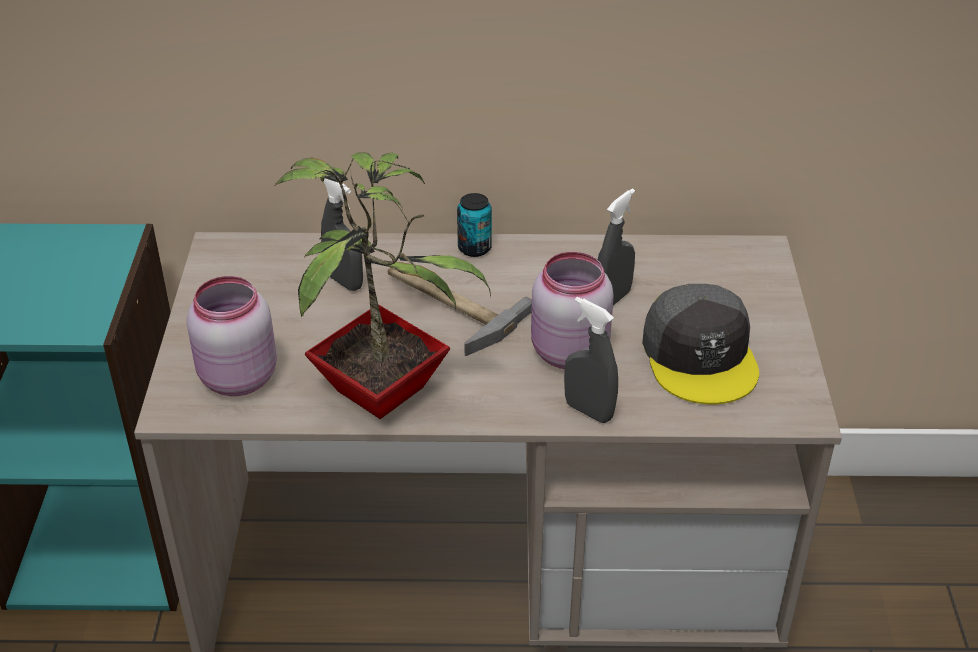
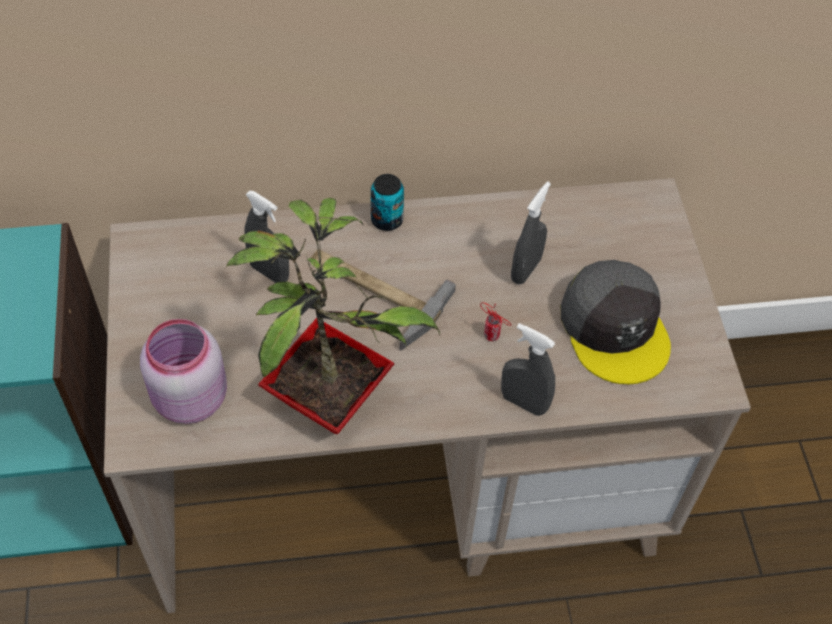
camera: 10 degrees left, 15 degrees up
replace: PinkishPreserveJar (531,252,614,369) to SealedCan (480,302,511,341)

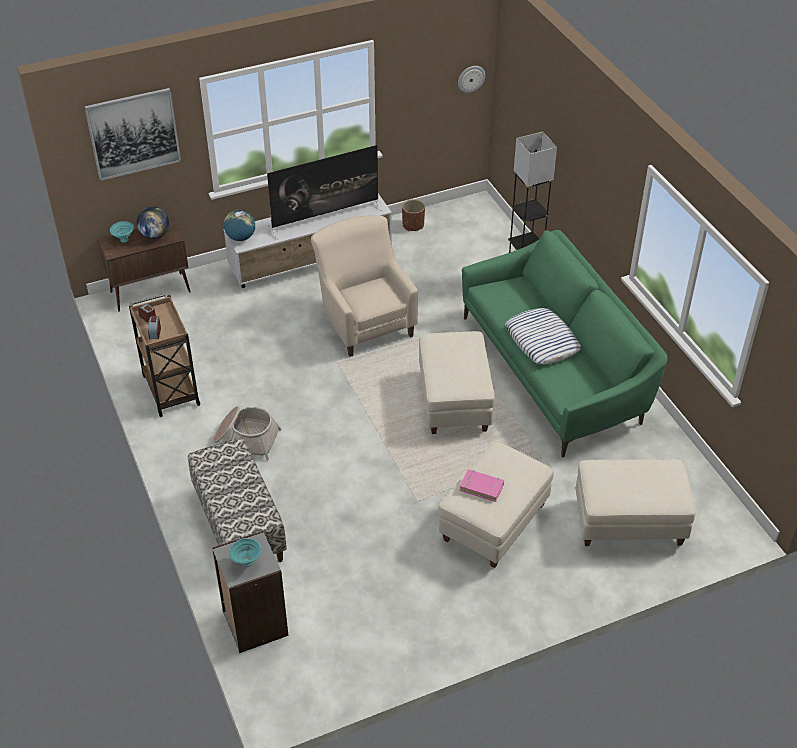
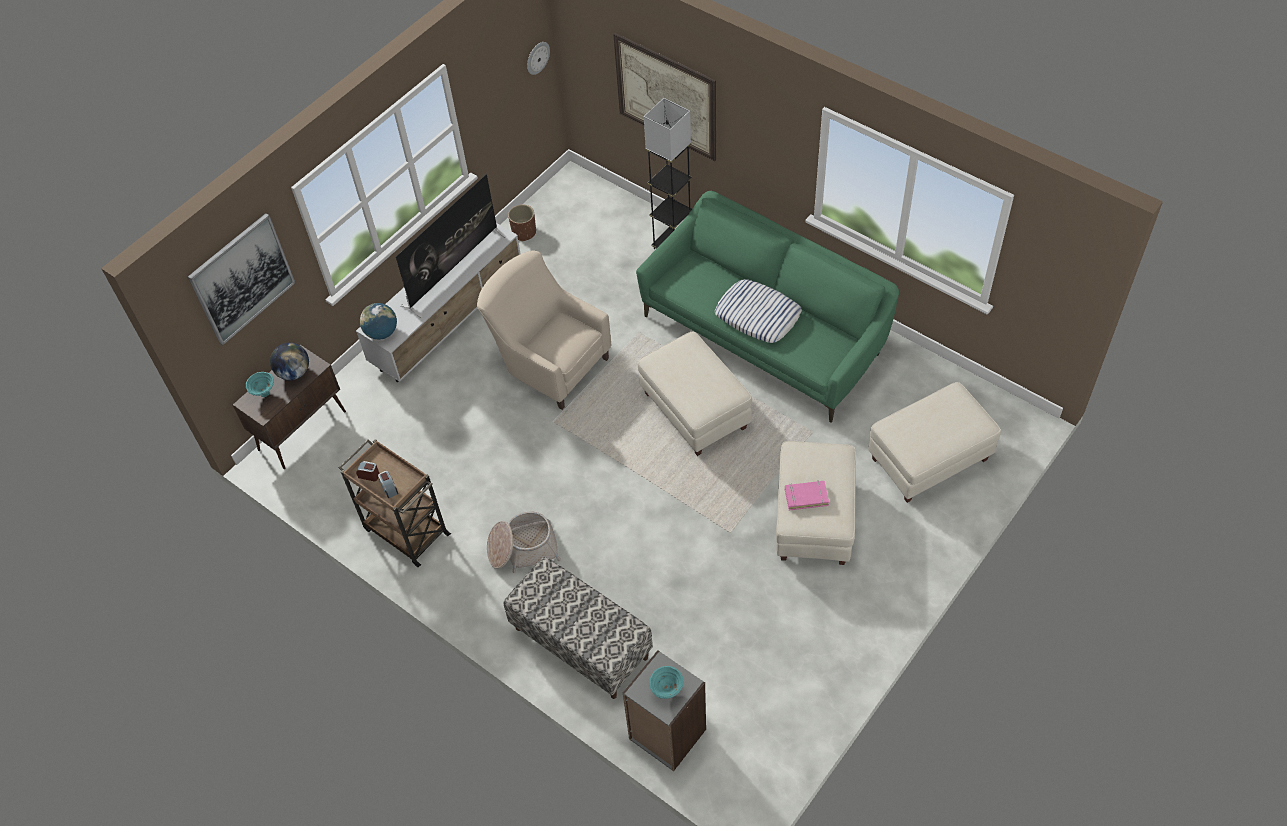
camera: 25 degrees left, 10 degrees up
insert: WallPicture (613,33,716,162)

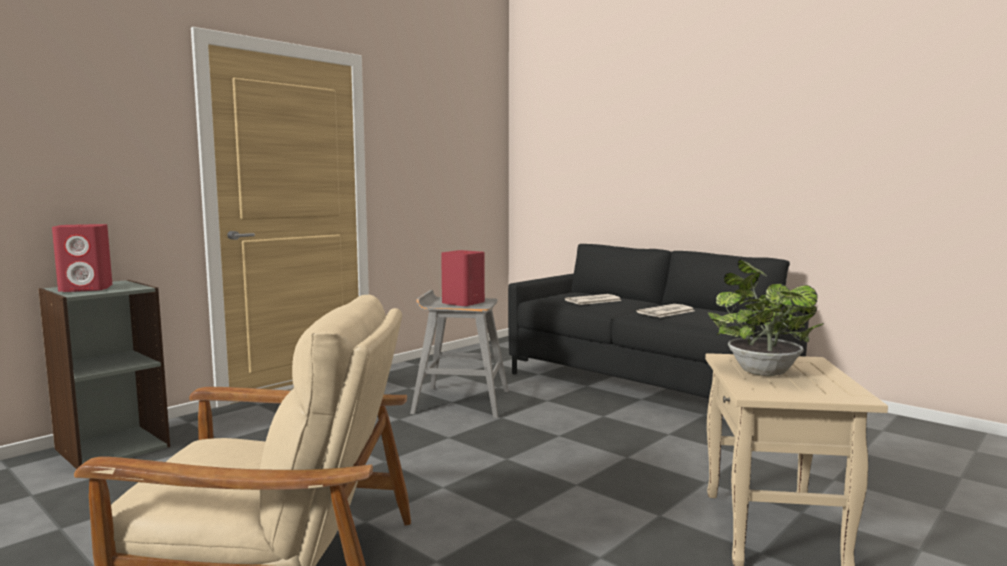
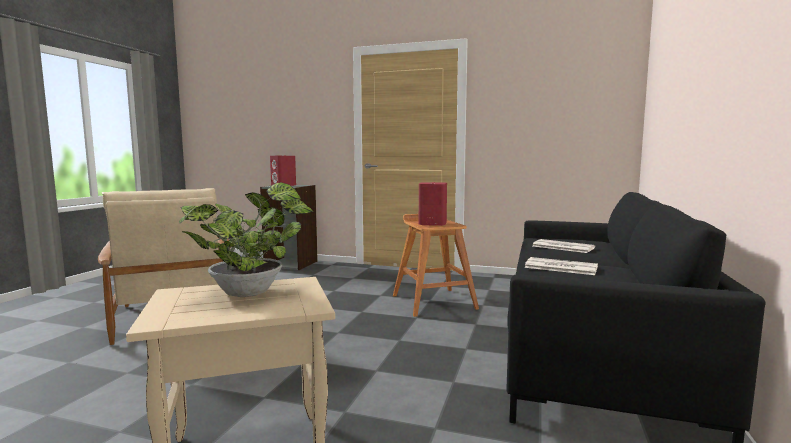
camera: 65 degrees right, 0 degrees up
recolor: GraySittingStool (410,290,509,418) to BrownColouredSittingStool (393,214,479,317)

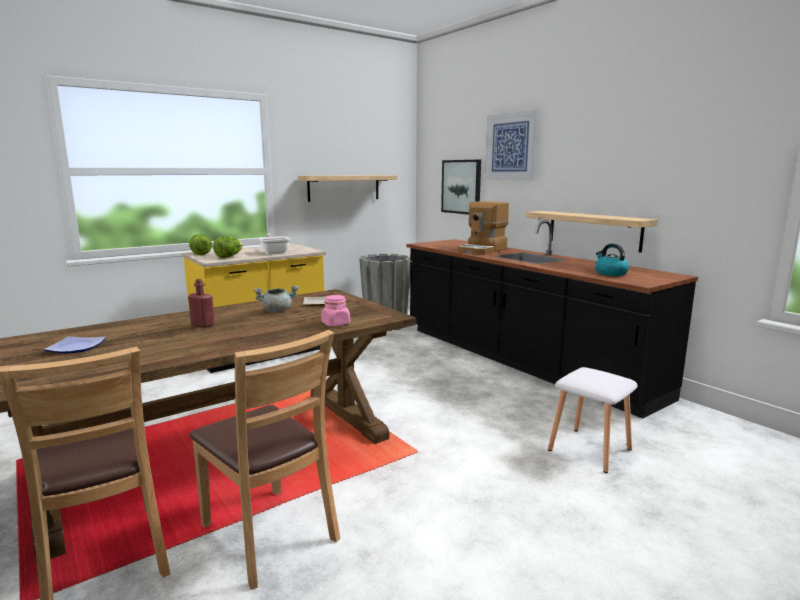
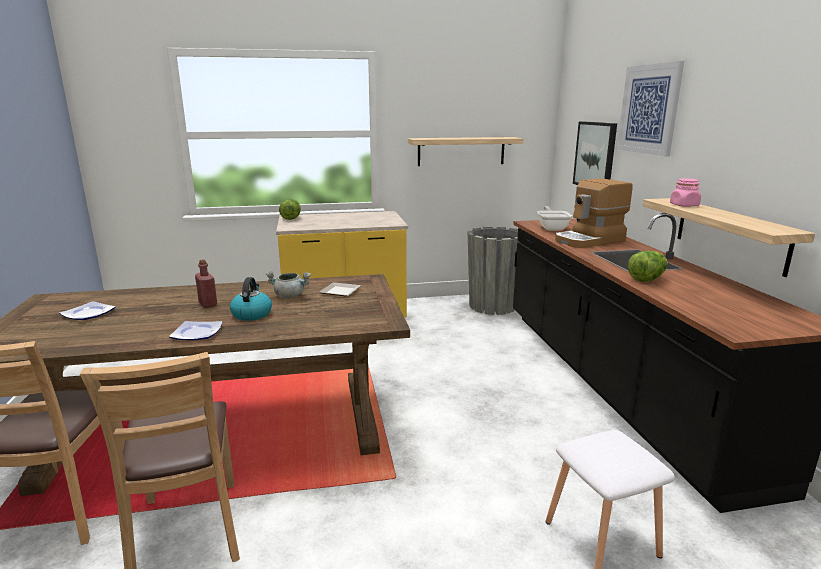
camera: 25 degrees right, 5 degrees up
insert: FlatDish (169,321,223,341)
move: HeadOfLettuce (213,236,243,258) to (628,251,668,282); FryingPan (258,234,291,254) to (537,206,572,230); PinkishPreserveJar (321,295,350,326) to (670,178,701,207); TeaKettle (595,244,629,276) to (230,277,272,321)

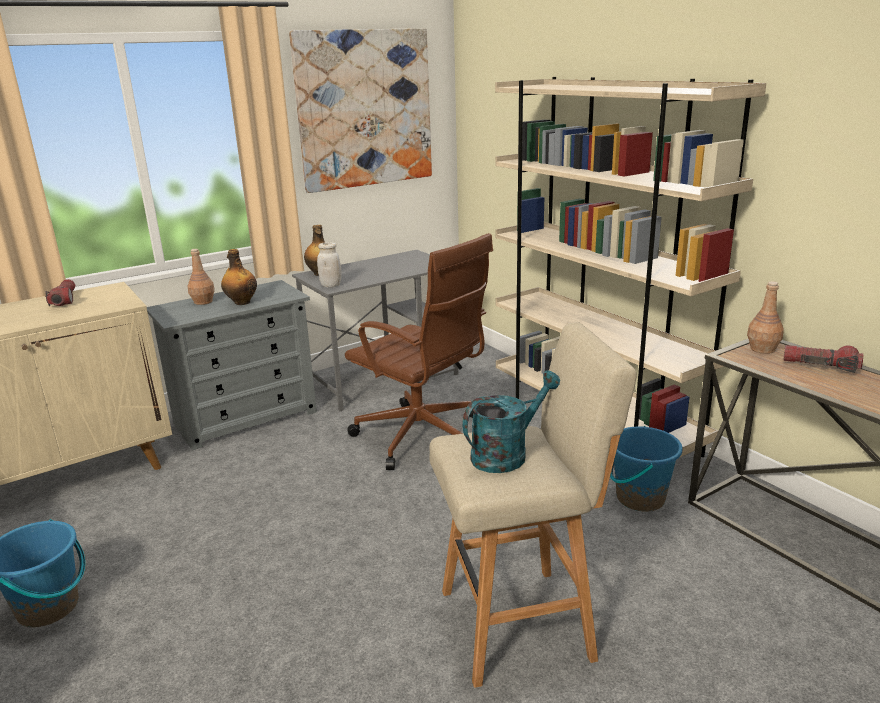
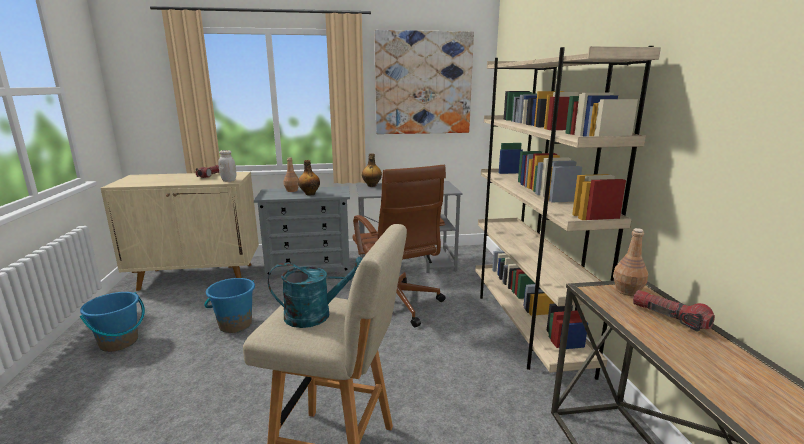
camera: 25 degrees right, 5 degrees down
move: WhitePreserveJar (317,242,342,287) to (218,150,236,182); BlueColouredWaterBucket (610,426,683,512) to (204,278,255,333)

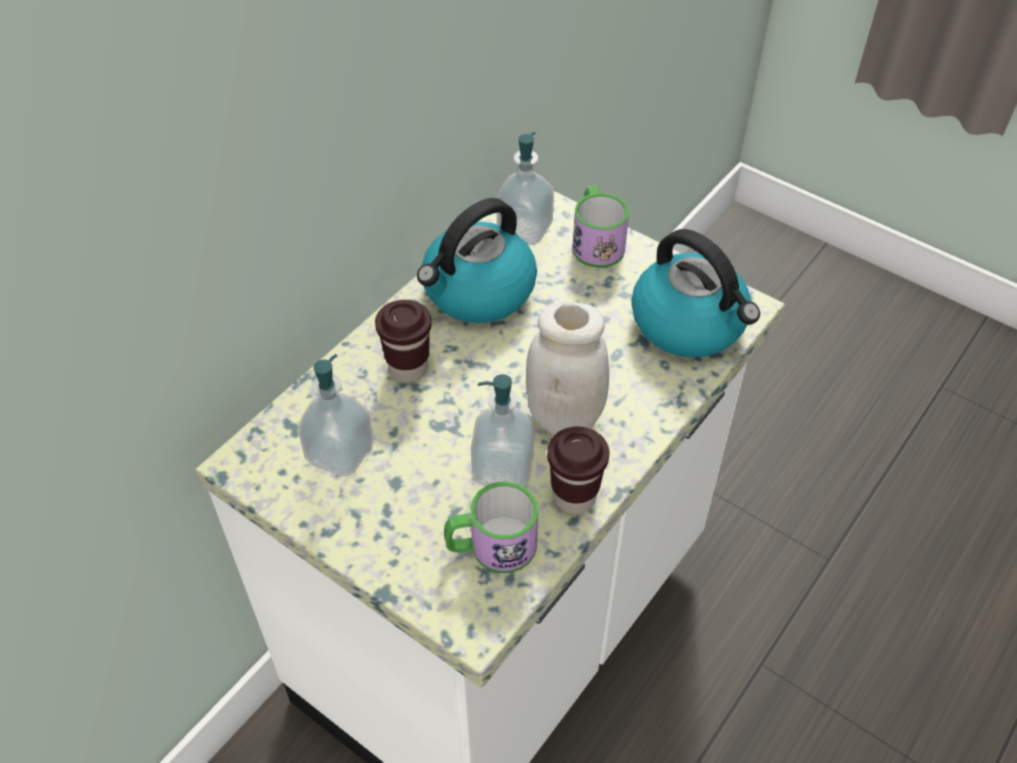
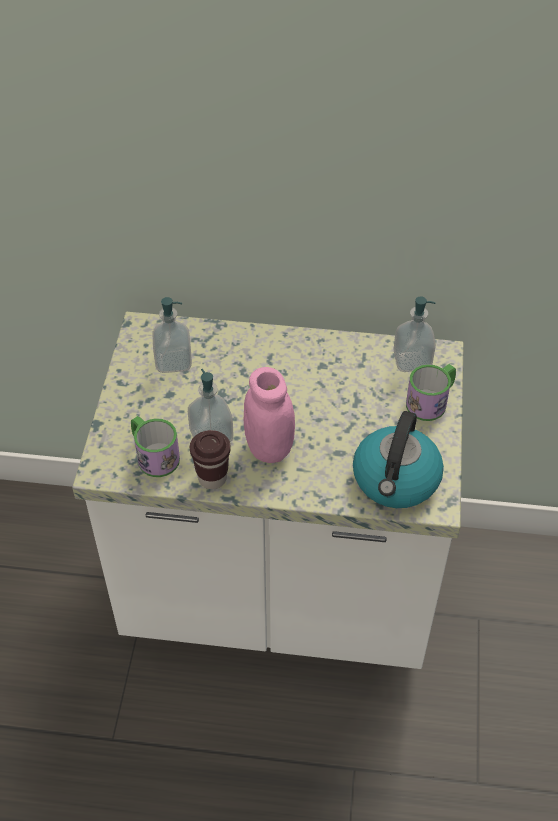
camera: 60 degrees right, 0 degrees up
delete: BrownColouredDrinkingCup (375,300,432,382); TeaKettle (417,198,537,323)
recolor: WhitePreserveJar (526,301,609,435) to PinkishPreserveJar (244,367,295,463)

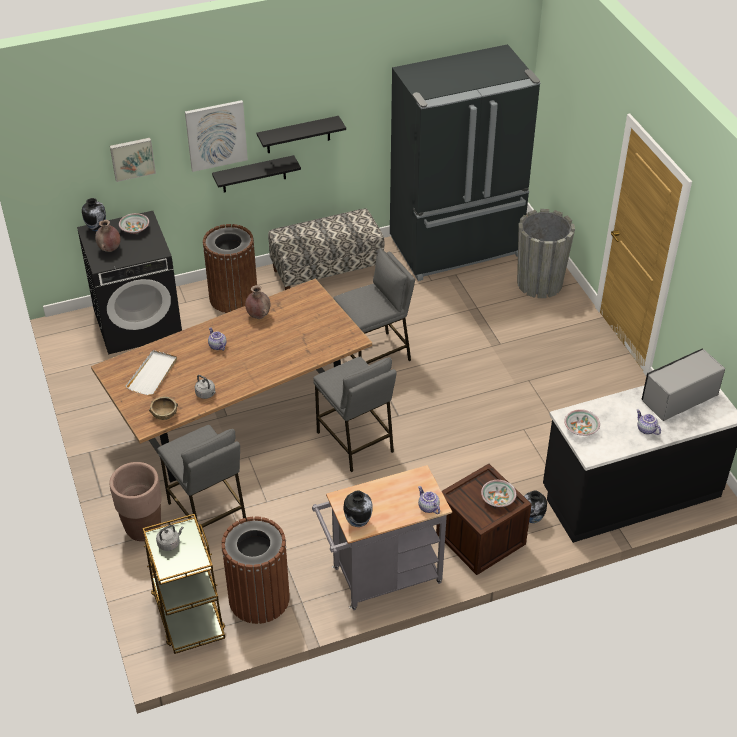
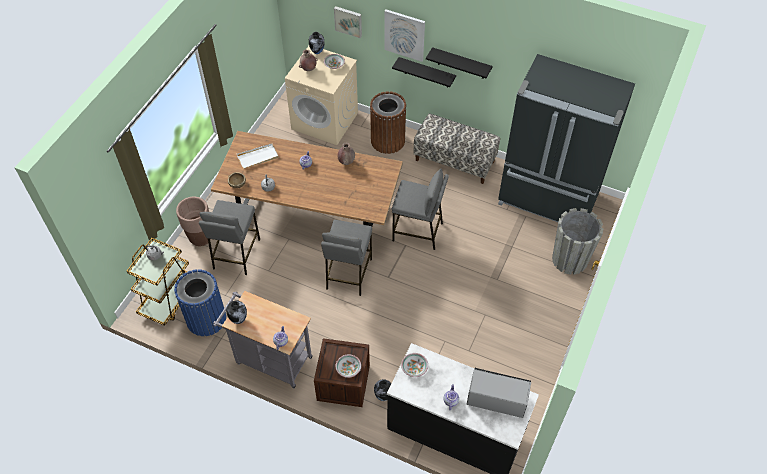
camera: 45 degrees right, 10 degrees up
recolor: BlackWashingMachine (77,211,182,355) to BeigeWashingMachine (285,46,358,145); BrownColouredRubbishBin (221,516,290,624) to BlueColouredRubbishBin (174,269,226,336)

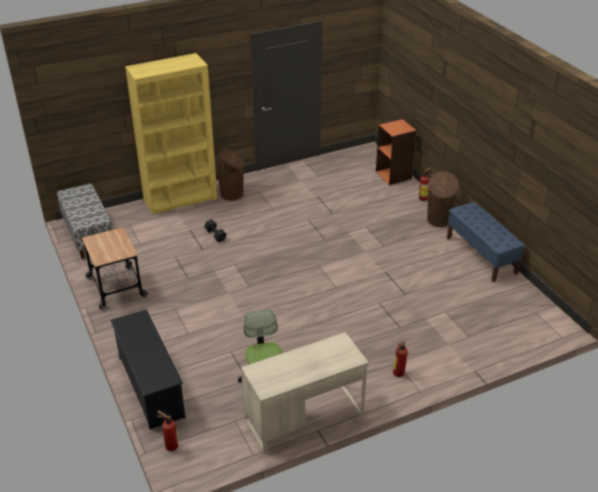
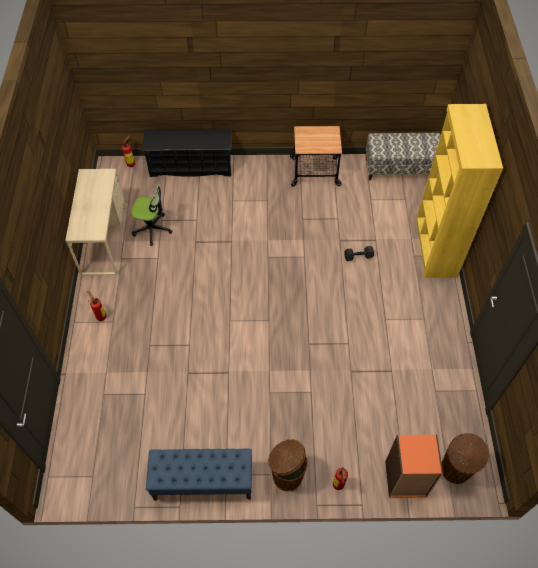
camera: 115 degrees right, 20 degrees up
move: BrownColouredRubbishBin (217,149,245,201) to (442,433,489,484)

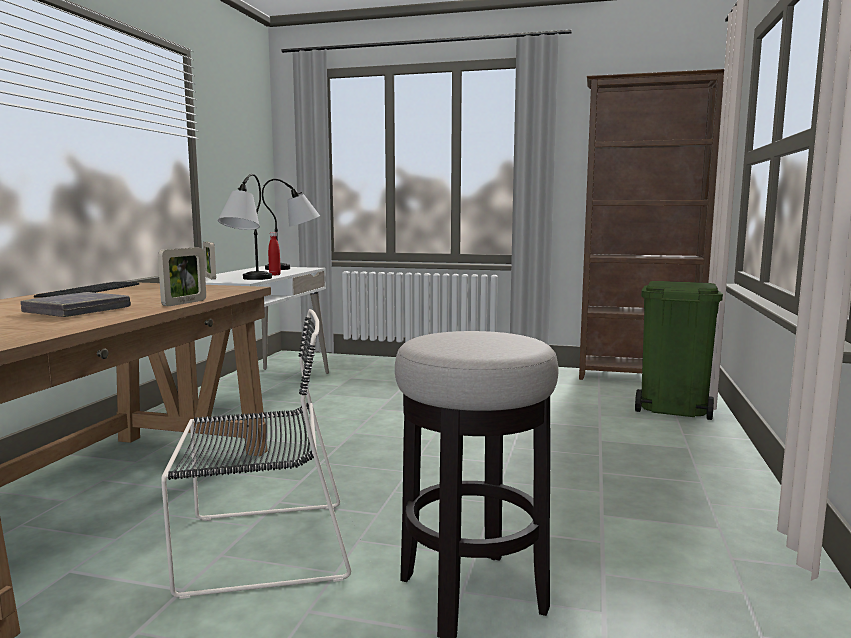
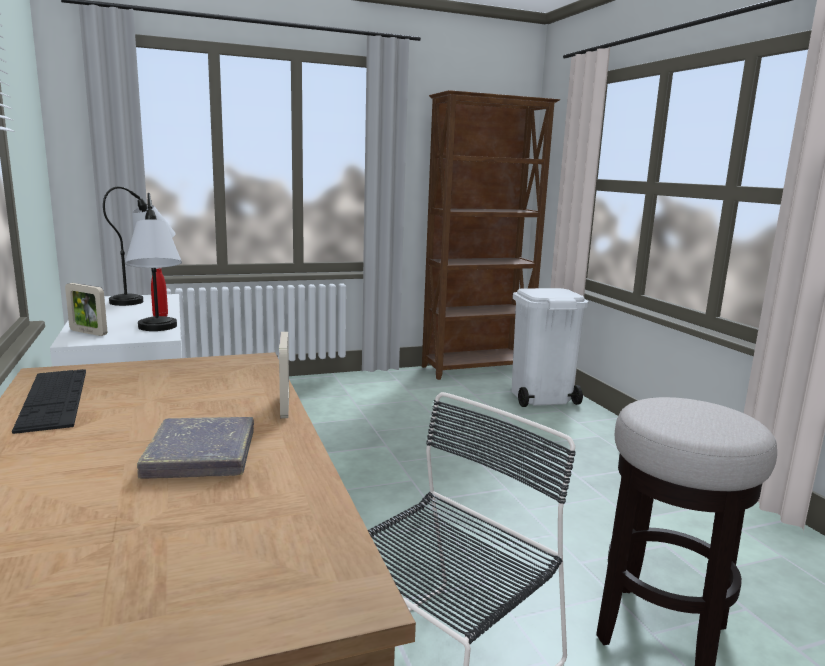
camera: 35 degrees left, 5 degrees up
recolor: GreenishRubbishBin (635,281,723,420) to WhiteRubbishBin (511,288,589,407)

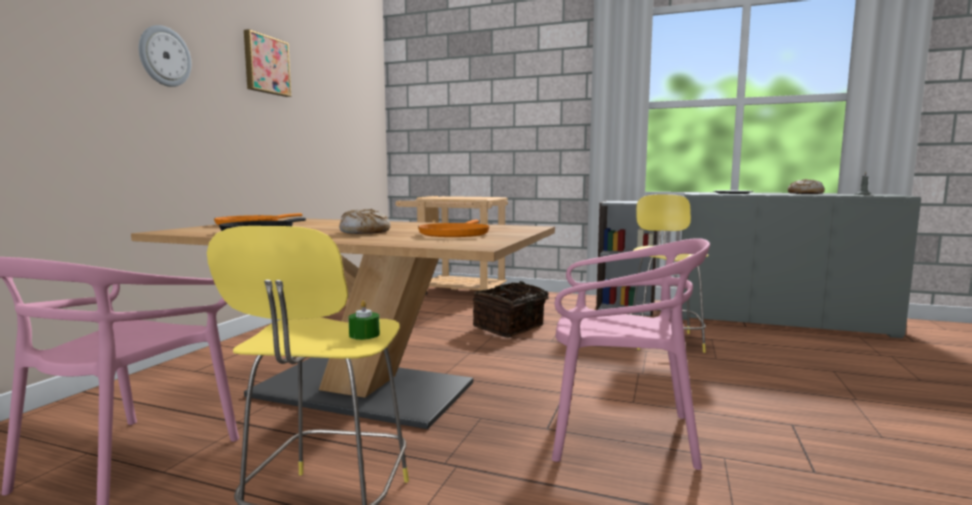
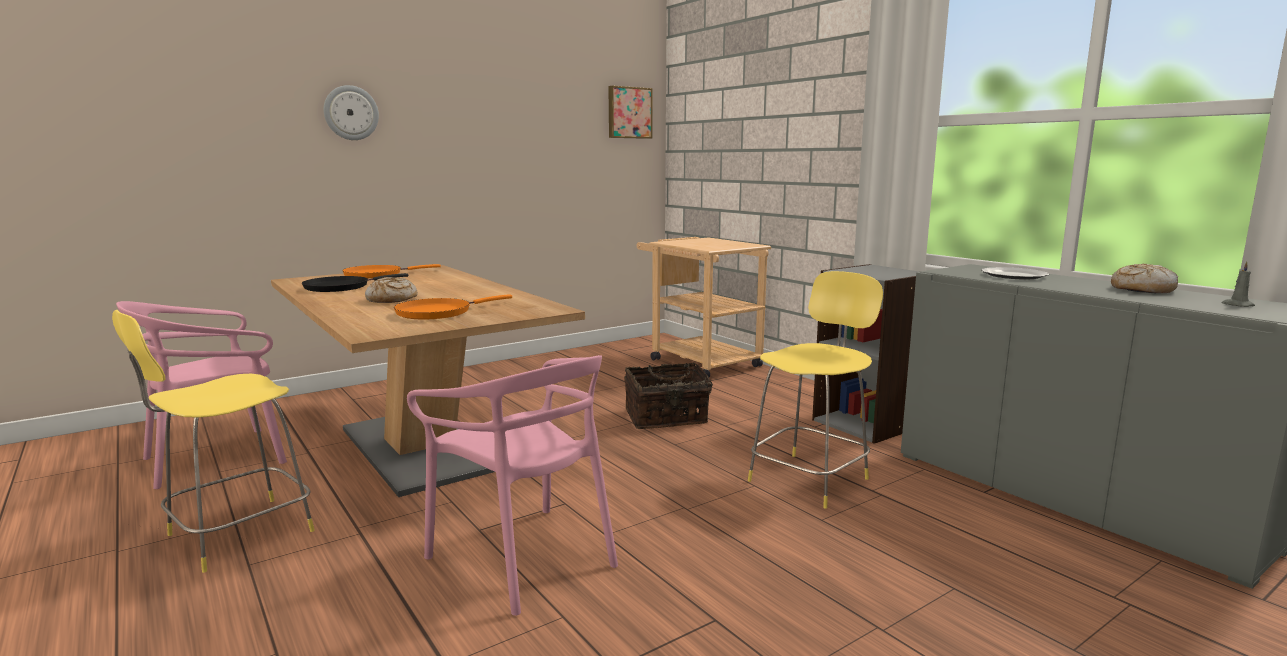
camera: 35 degrees right, 5 degrees up
delete: GreenishWaxCandle (348,300,380,340)
move: WallPicture (244,29,291,97) to (608,86,653,139)

